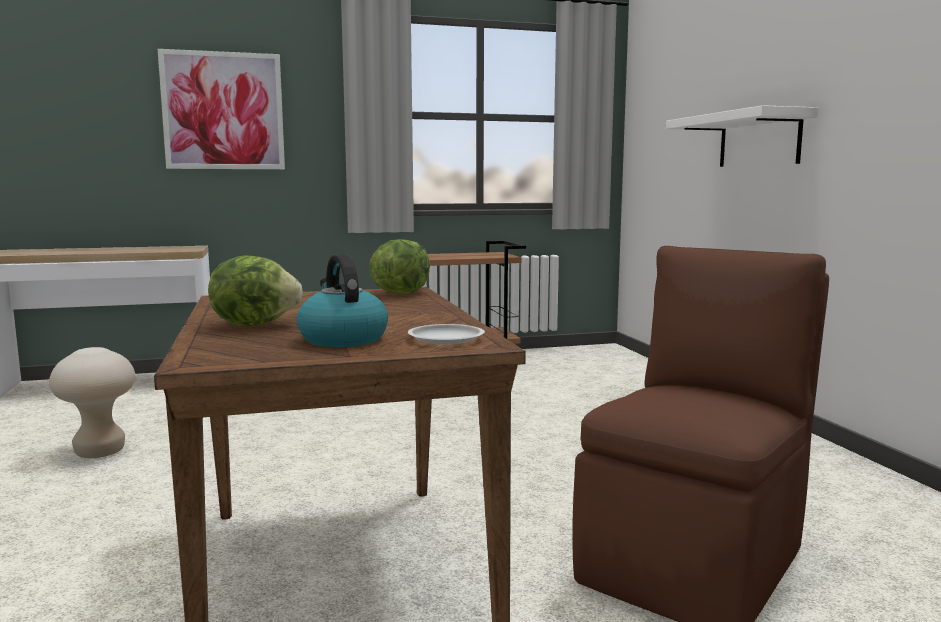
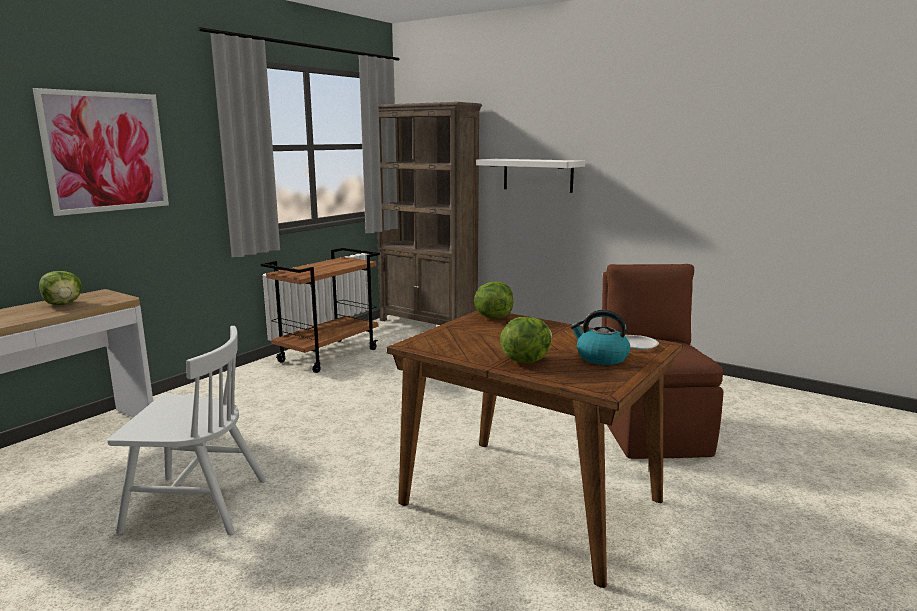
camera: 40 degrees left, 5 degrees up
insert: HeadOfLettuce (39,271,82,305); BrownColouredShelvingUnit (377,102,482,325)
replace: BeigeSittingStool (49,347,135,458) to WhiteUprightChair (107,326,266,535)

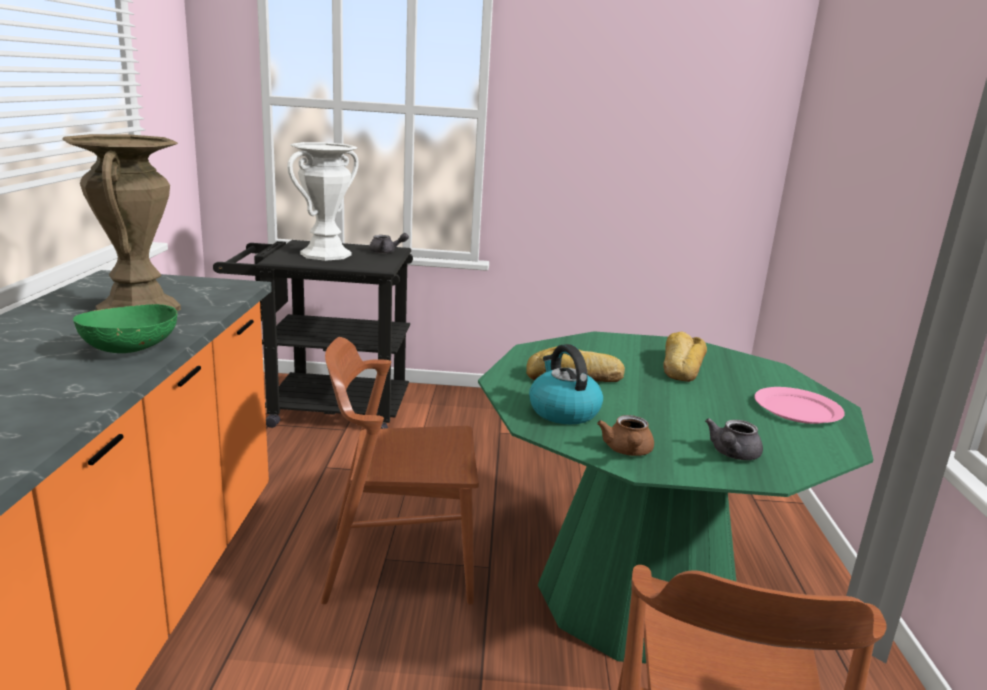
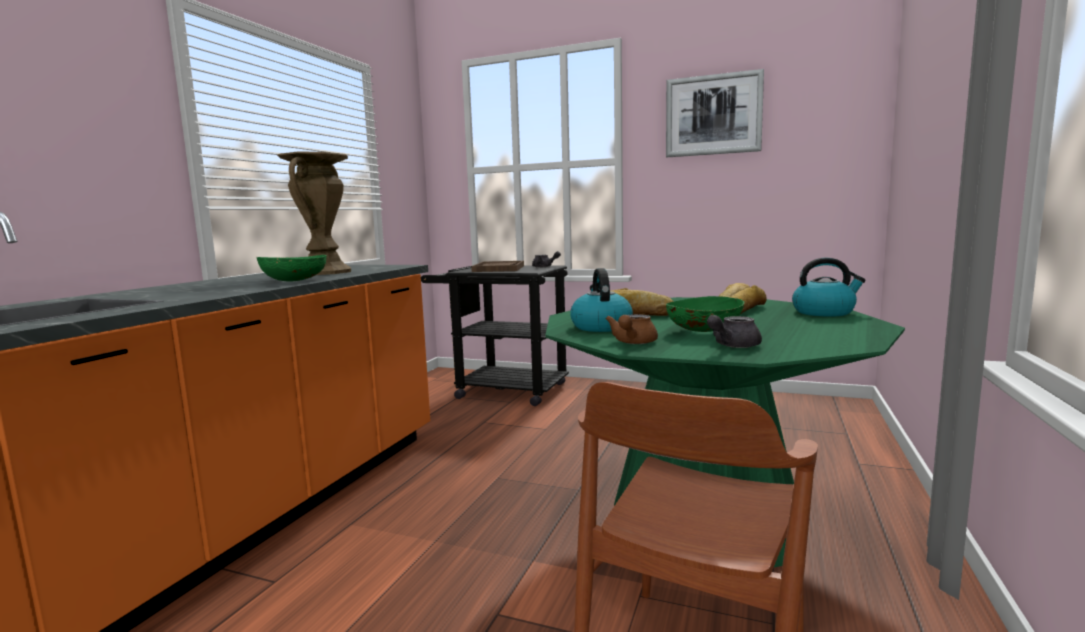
camera: 20 degrees right, 10 degrees down
delete: BrownColouredUprightChair (321,337,479,605); PinkishFlatDish (754,387,845,424)
insert: WallPicture (666,69,764,157); GreenishBowl (666,296,745,332); TeaKettle (792,258,866,317)
replace: WhiteVase (287,142,359,261) to BrownColouredServingTray (471,261,524,272)

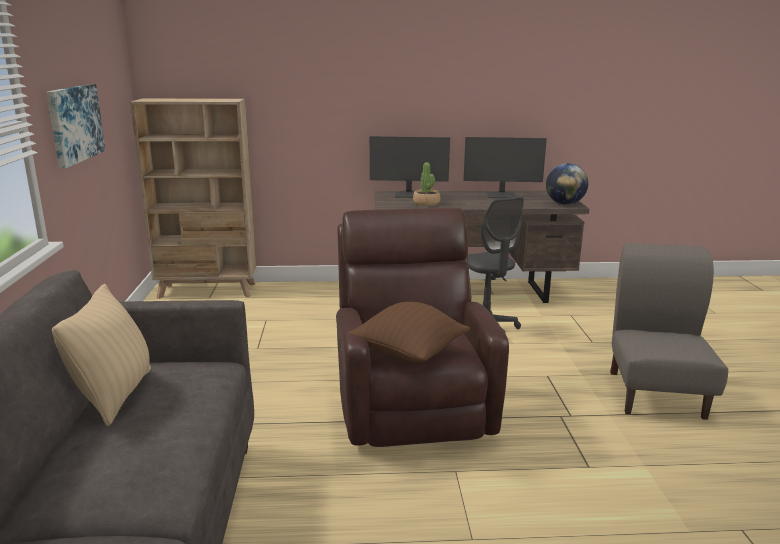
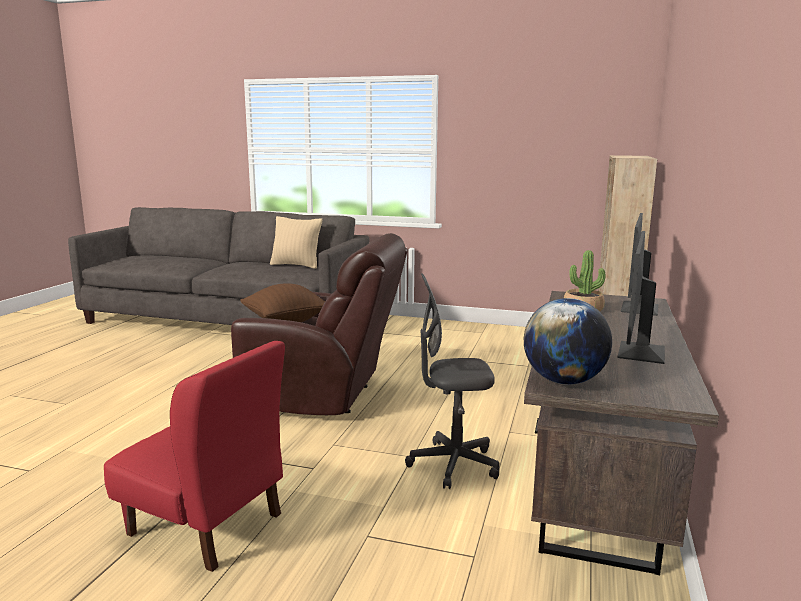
camera: 110 degrees right, 5 degrees down
delete: WallPicture (46,84,105,168)
recolor: GrayUprightChair (610,243,728,420) to ReddishUprightChair (104,341,285,572)

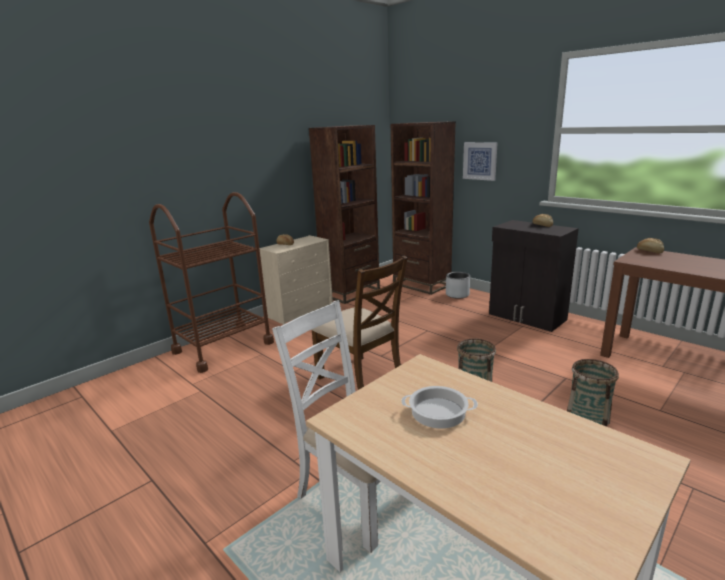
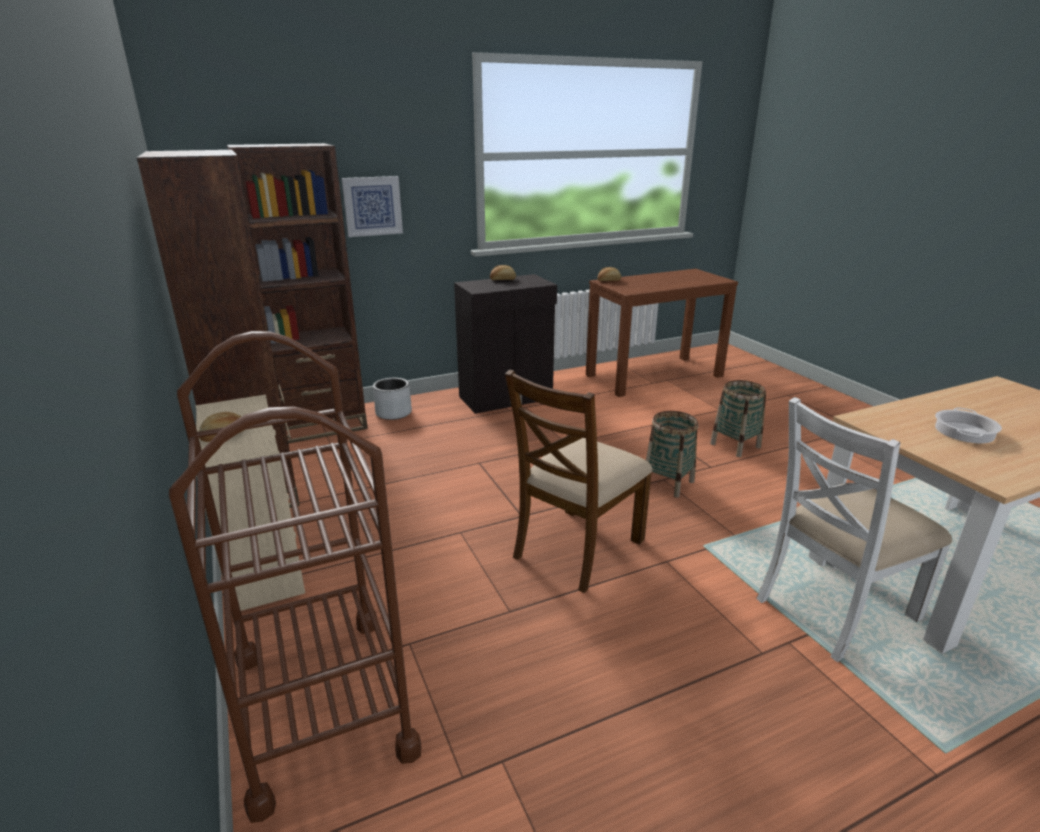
camera: 70 degrees left, 5 degrees up
rotate: BrownColouredUprightChair (311,255,408,390) = (505,369,652,593) 150 degrees clockwise

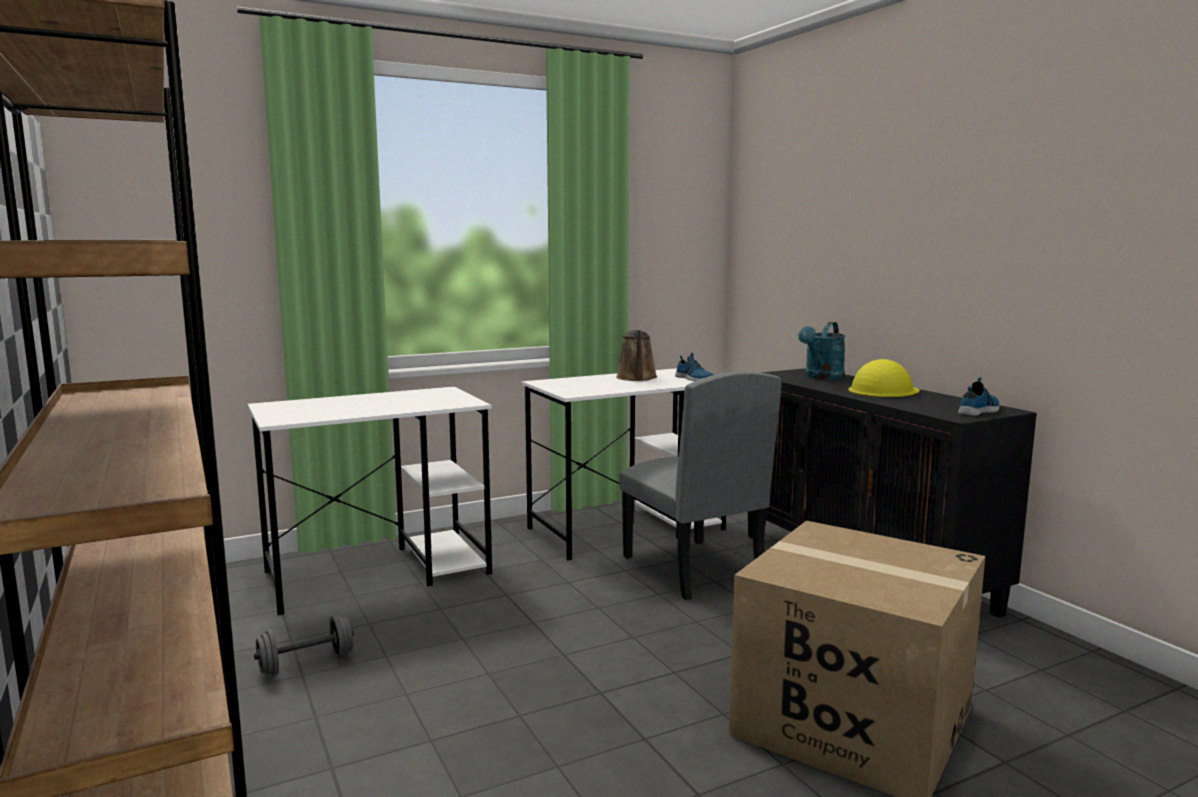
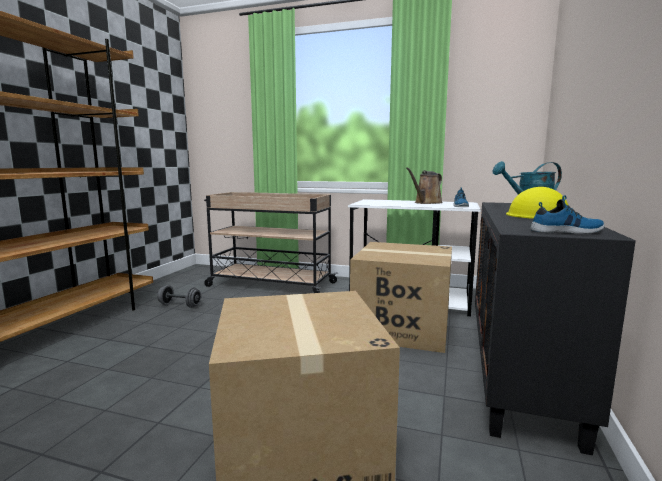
camera: 45 degrees right, 0 degrees up
replace: WhiteDeskTable (248,387,492,615) to BeigeTrolley (204,192,338,293); GrayUprightChair (619,371,782,600) to PackingBox (350,242,452,353)

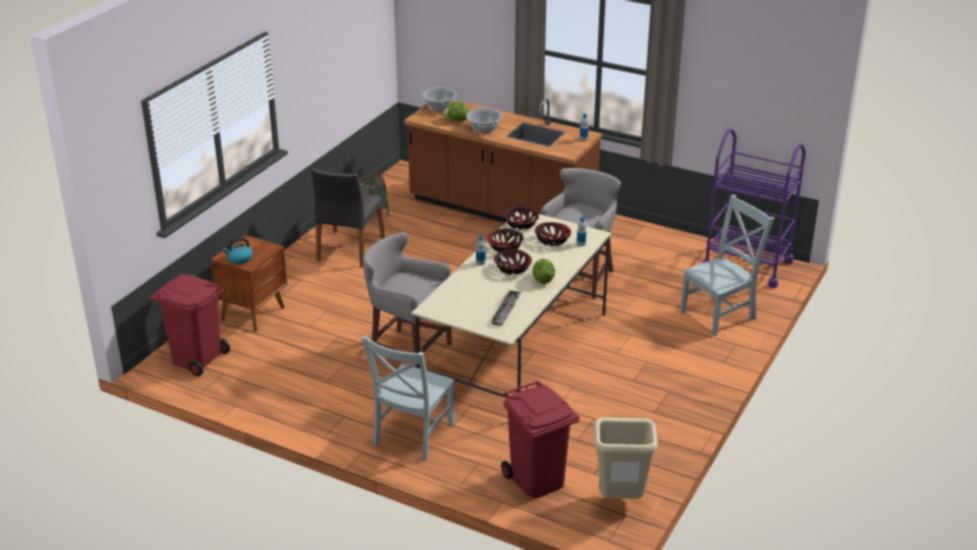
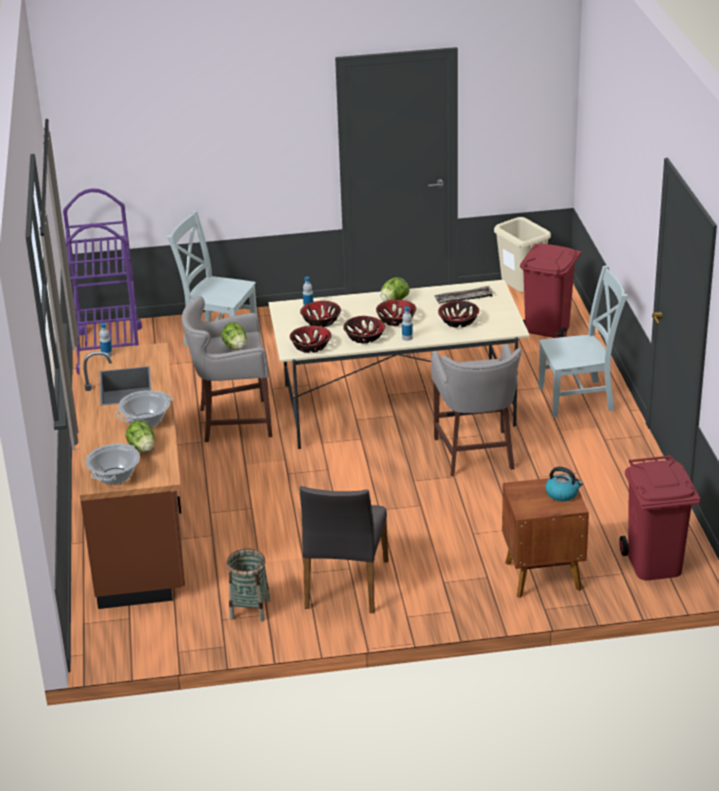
camera: 125 degrees left, 0 degrees up
insert: HeadOfLettuce (221,322,247,350); Bowl (438,300,479,328)
rotate: GrayUprightChair (311,168,385,268) = (299,486,389,613) 120 degrees clockwise

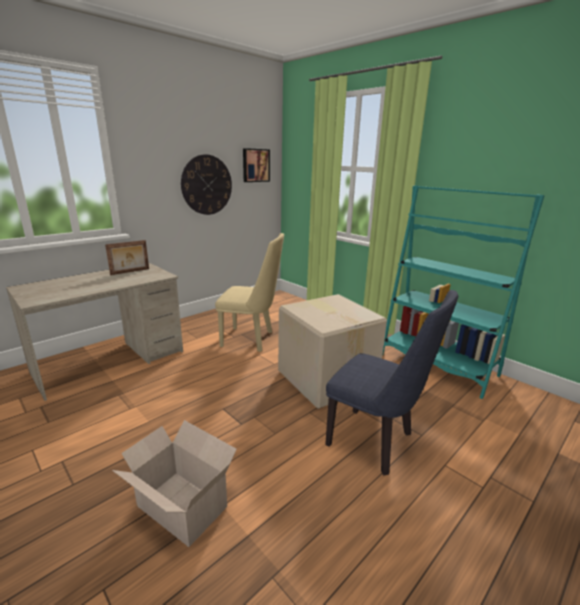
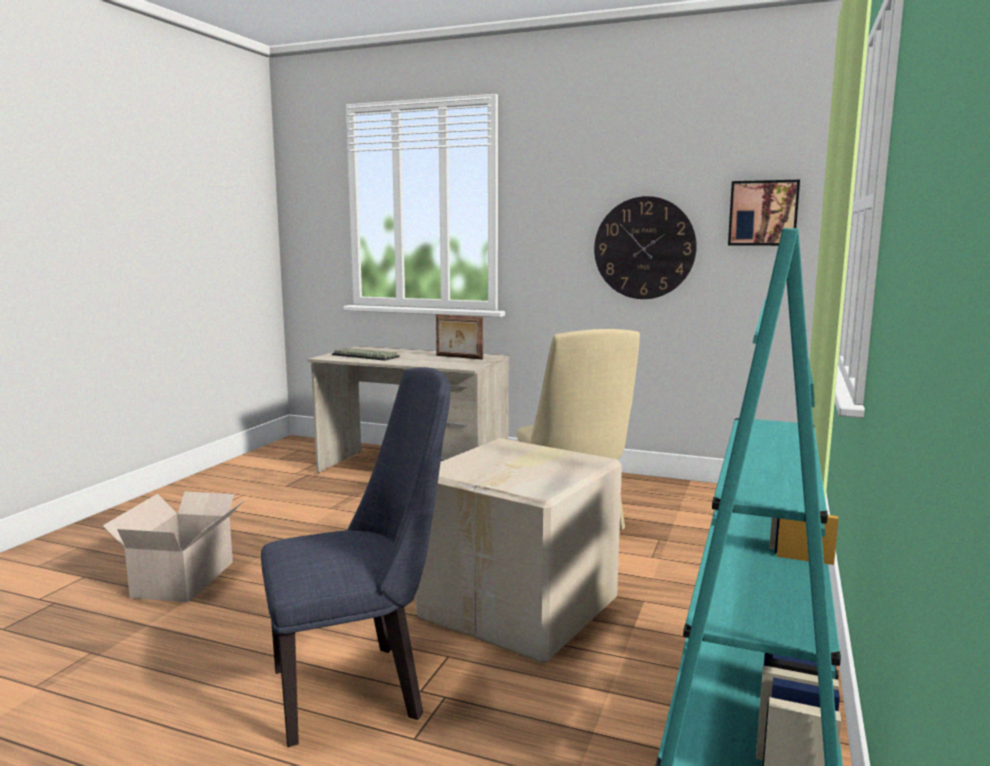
camera: 65 degrees right, 10 degrees down
insert: PcKeyboard (332,348,400,361)
rotate: BlueColouredUprightChair (325,290,458,475) = (261,367,450,747) 120 degrees counterclockwise

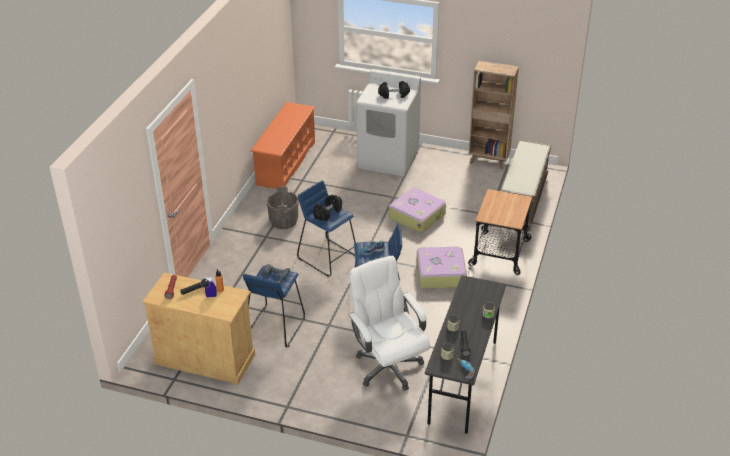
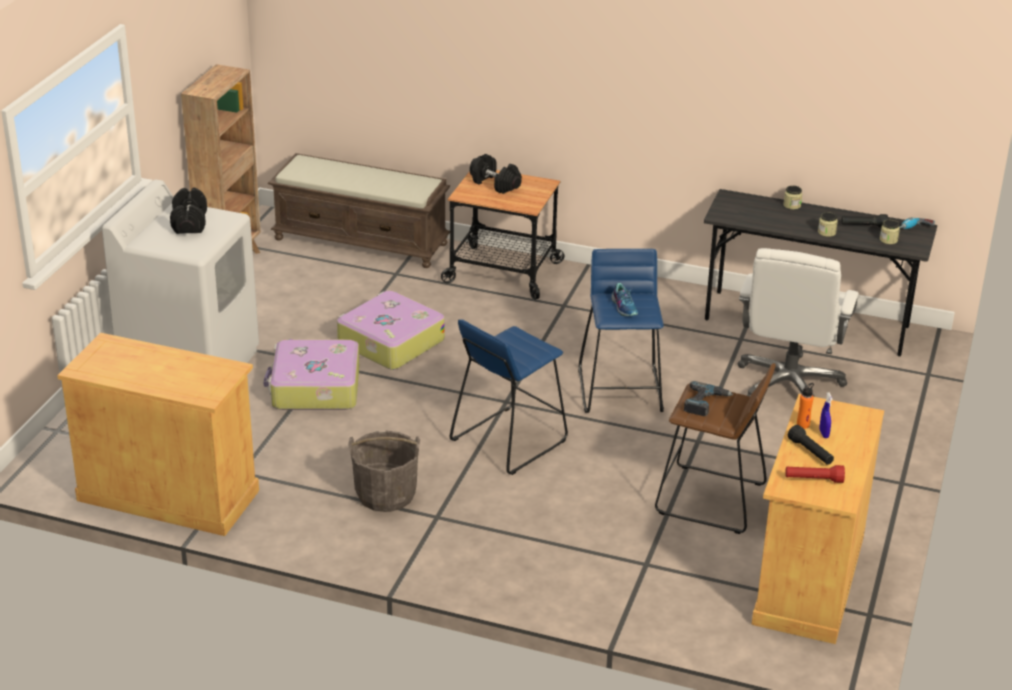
camera: 90 degrees left, 5 degrees down
move: BlackFreeWeight (313,195,342,221) to (470,154,522,194); TravelCase (416,246,467,289) to (263,340,359,410)
replace: OrangeShoeRack (250,102,315,189) to BeigeCupboard (57,332,259,536)
recolor: BlueColouredSittingStool (243,265,305,347) to BrownColouredSittingStool (655,363,776,534)
rotate: WhiteOfficeChair (348,256,430,391) = (738,248,859,397) 45 degrees counterclockwise

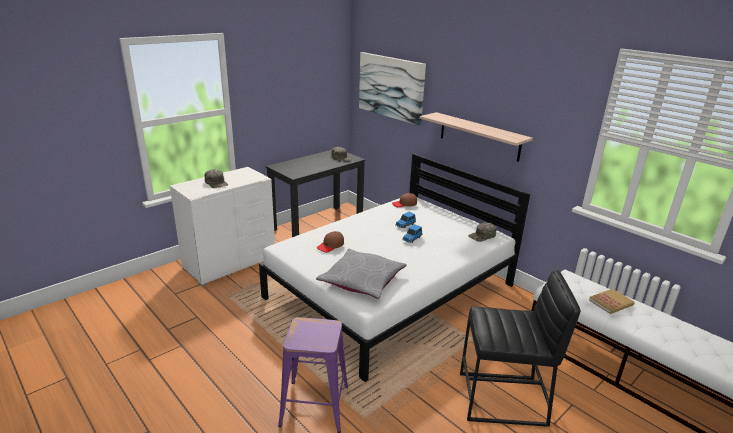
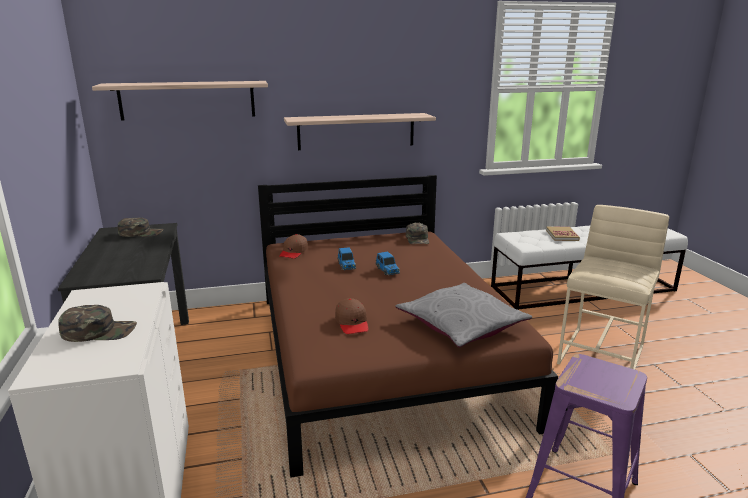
camera: 60 degrees left, 5 degrees down
replace: WallPicture (359,52,426,126) to WallShelf (92,81,268,121)
recolor: WhiteSleepingBed (259,153,530,382) to BrownColouredSleepingBed (258,175,558,478); BlackSittingStool (460,270,581,427) to BeigeSittingStool (557,205,669,370)

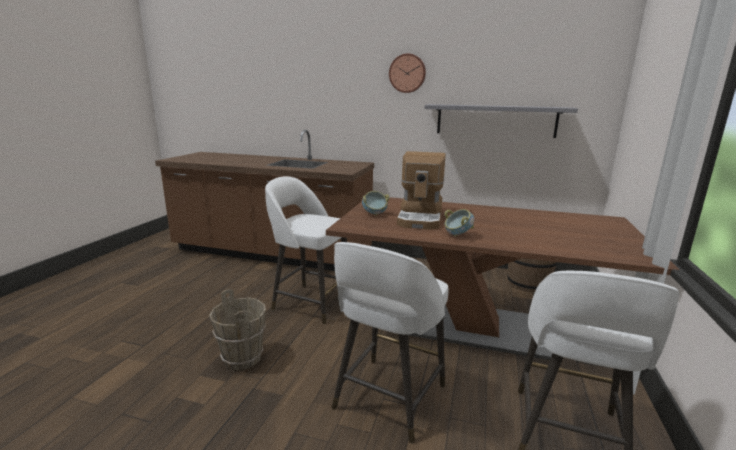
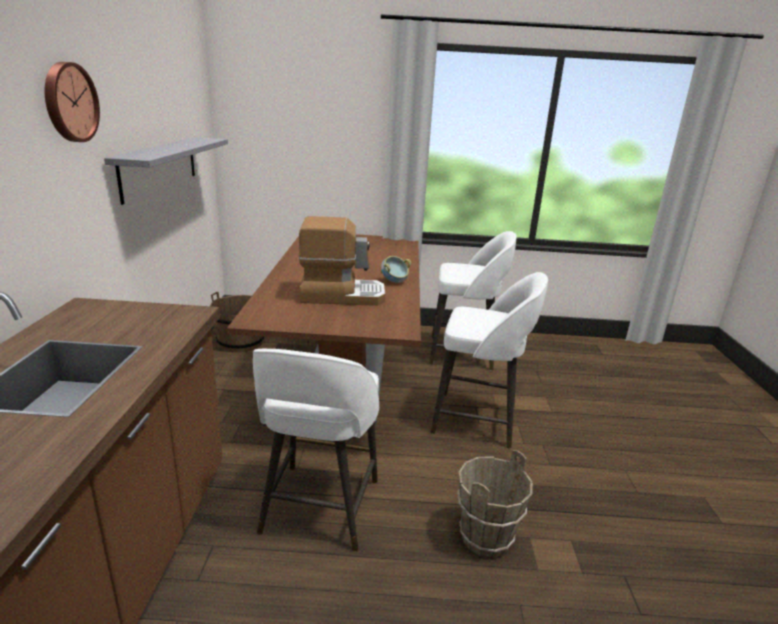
camera: 105 degrees left, 5 degrees up
delete: Bowl (362,191,389,215)

